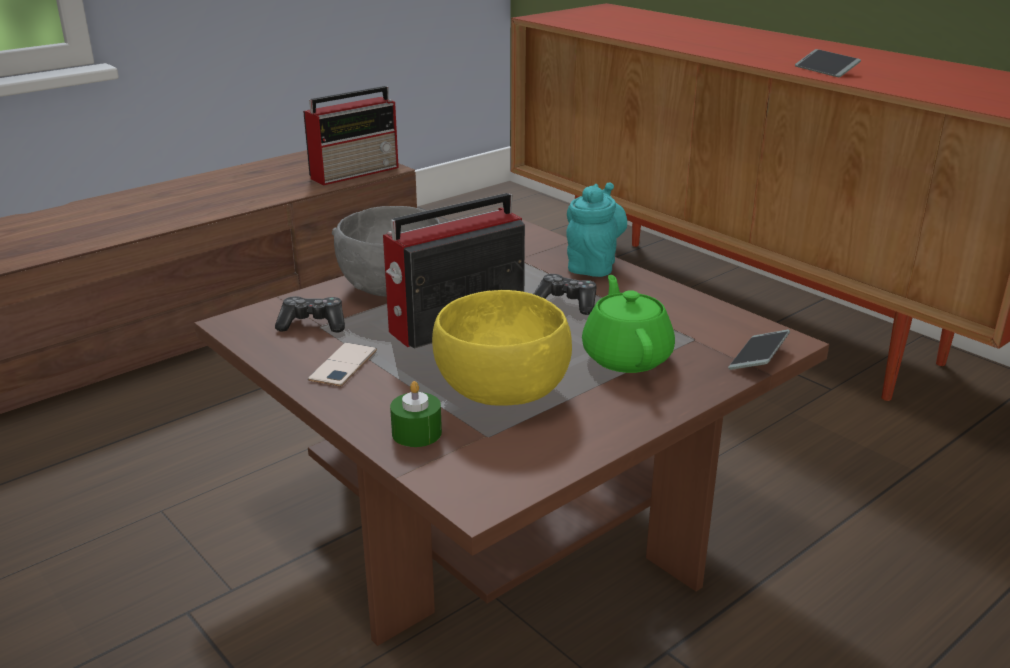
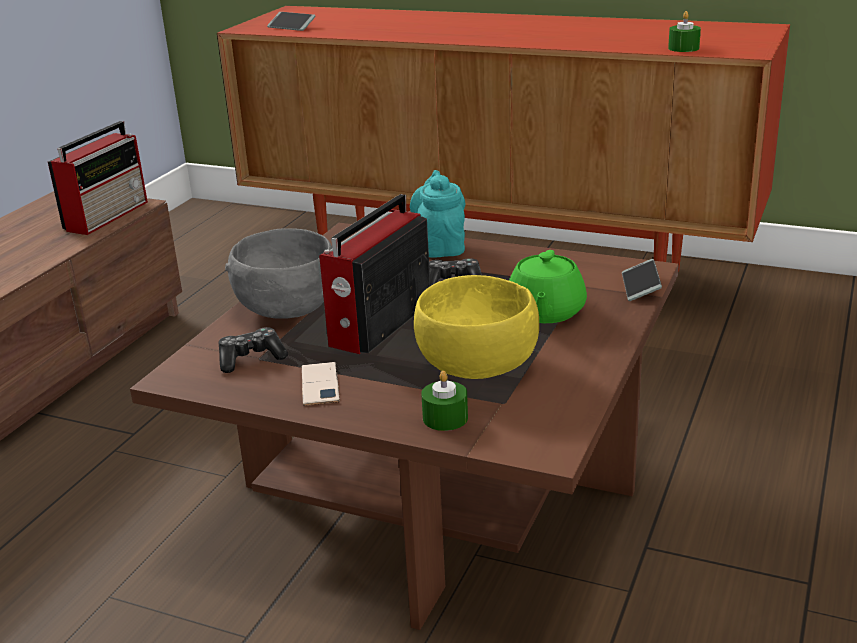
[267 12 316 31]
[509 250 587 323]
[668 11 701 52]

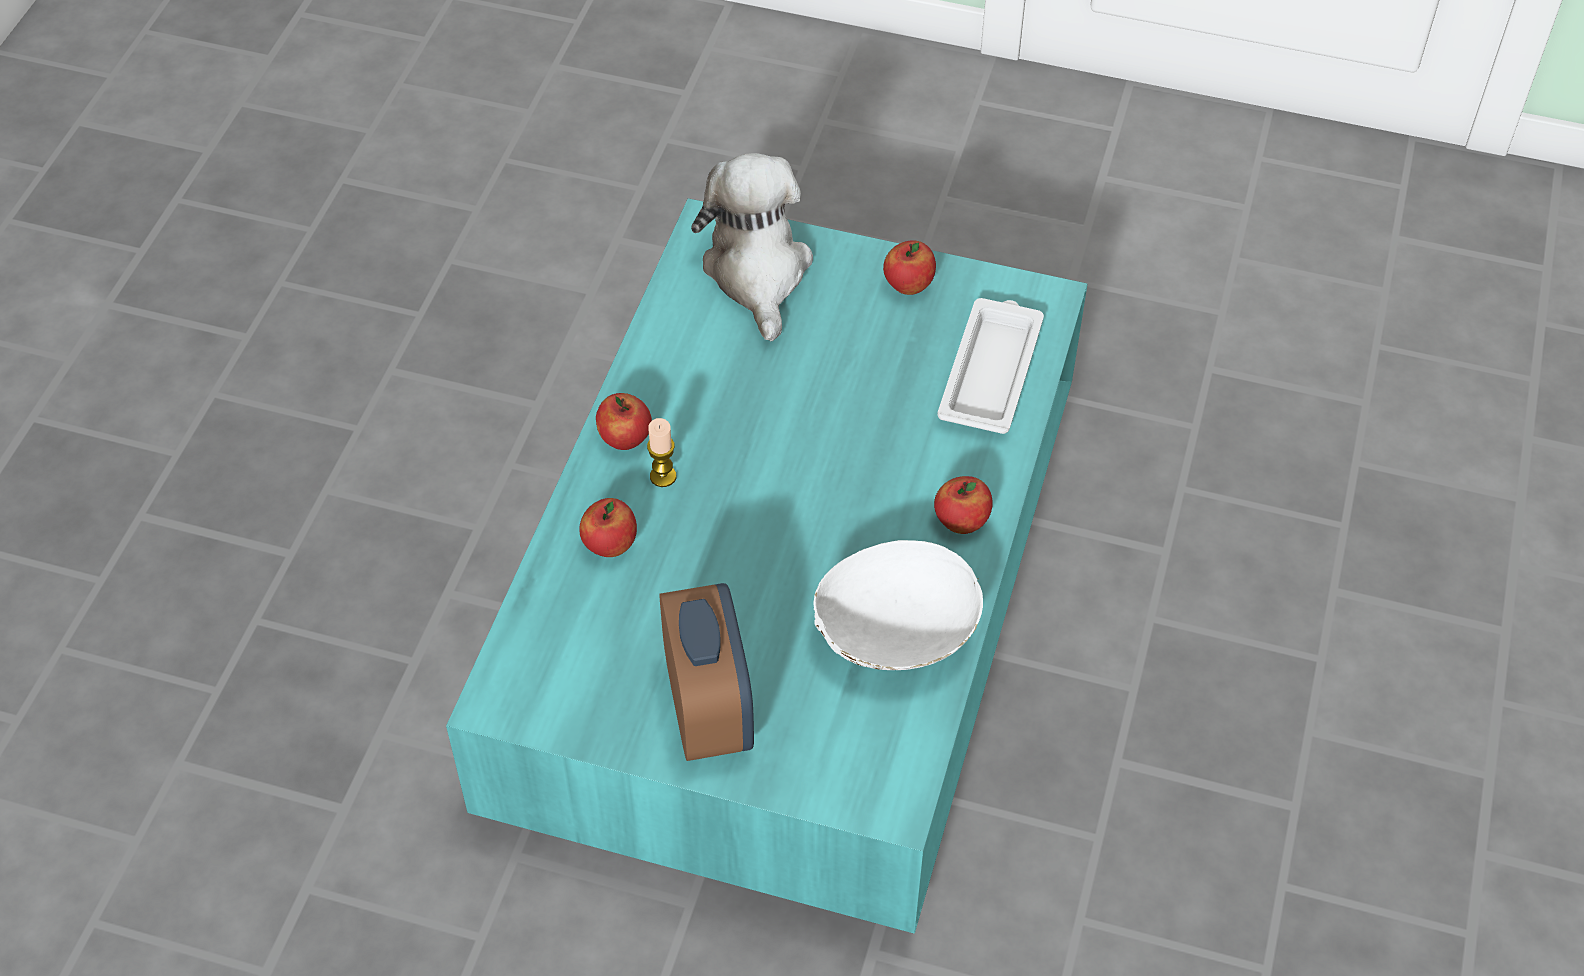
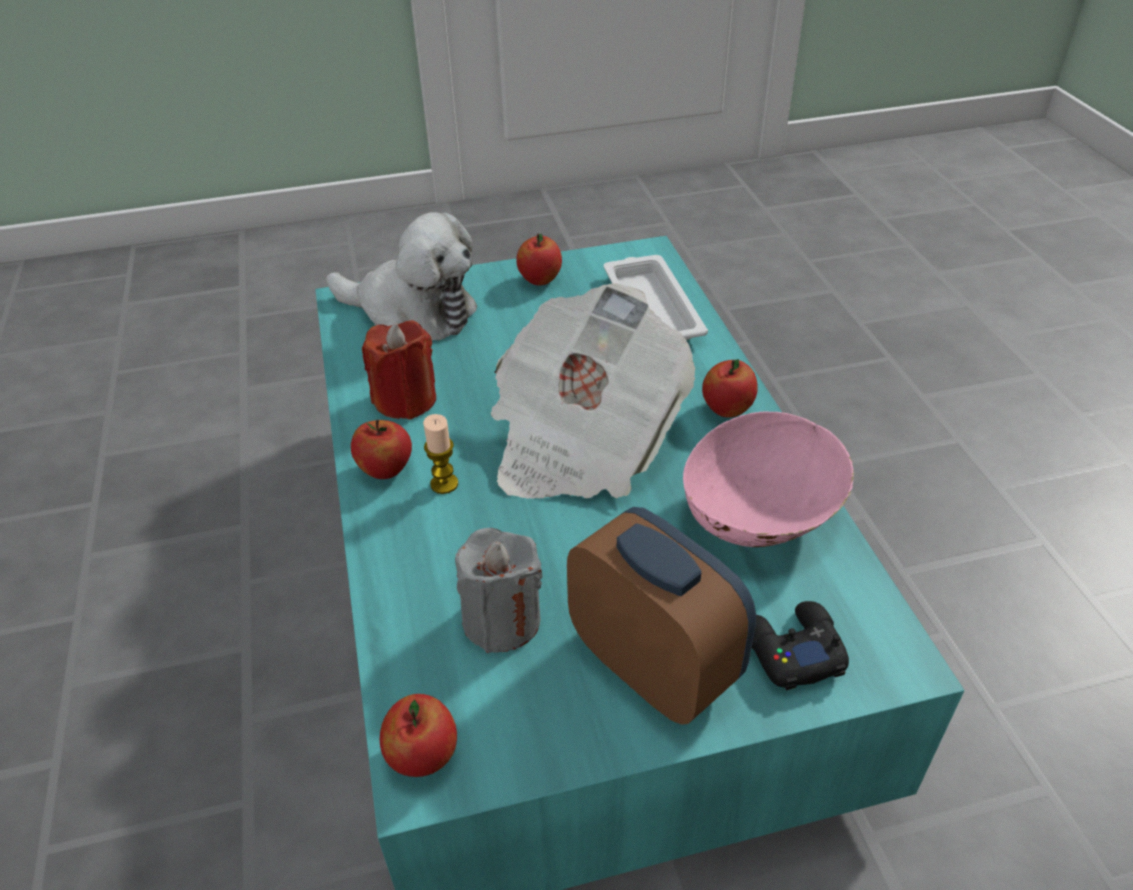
[326 212 477 341]
[362 320 436 420]
[380 694 457 777]
[455 528 542 653]
[491 283 695 499]
[683 411 854 547]
[752 601 849 690]

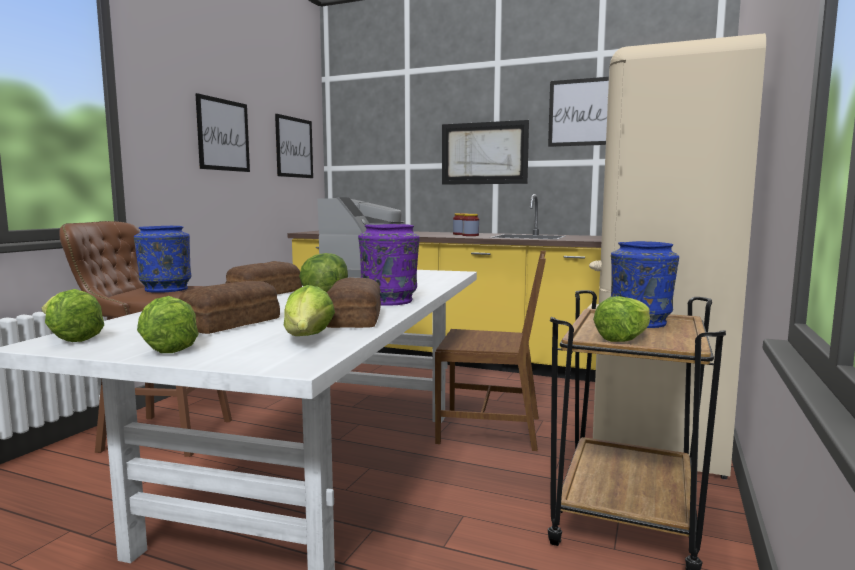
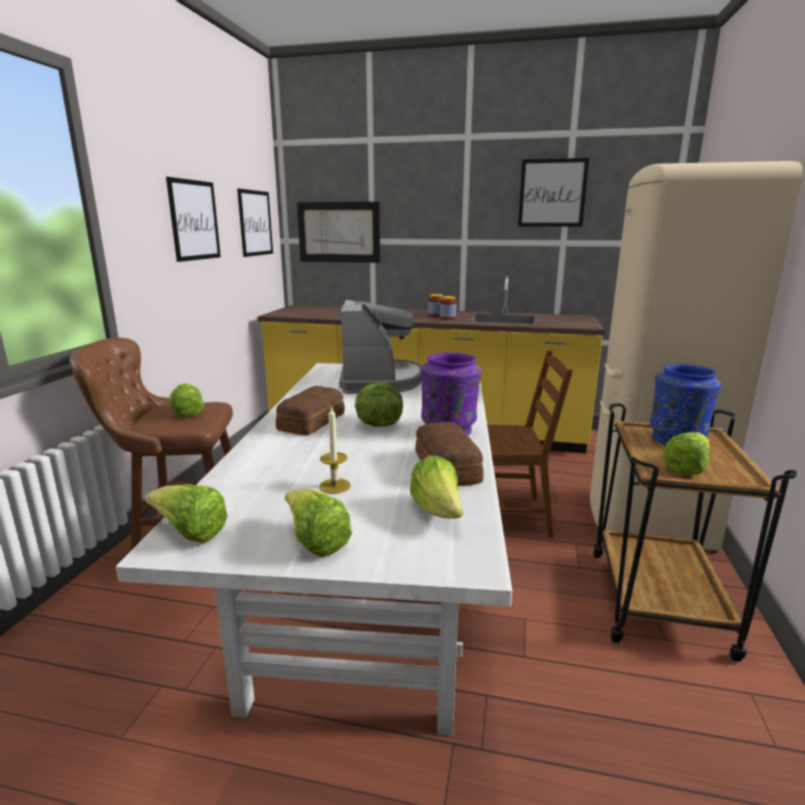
[169 383 204 418]
[297 202 380 263]
[319 406 351 494]

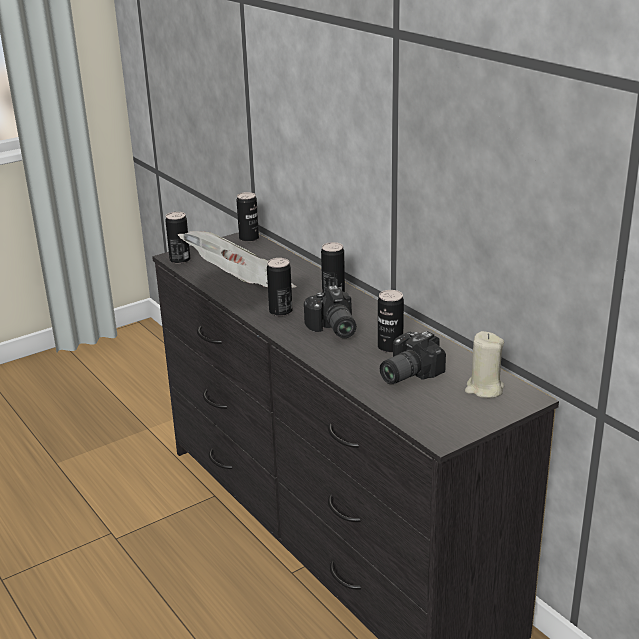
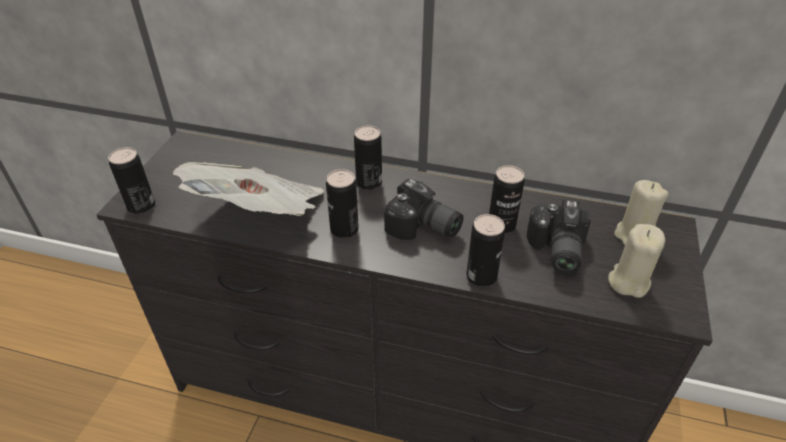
[466 214 505 287]
[608 224 665 298]

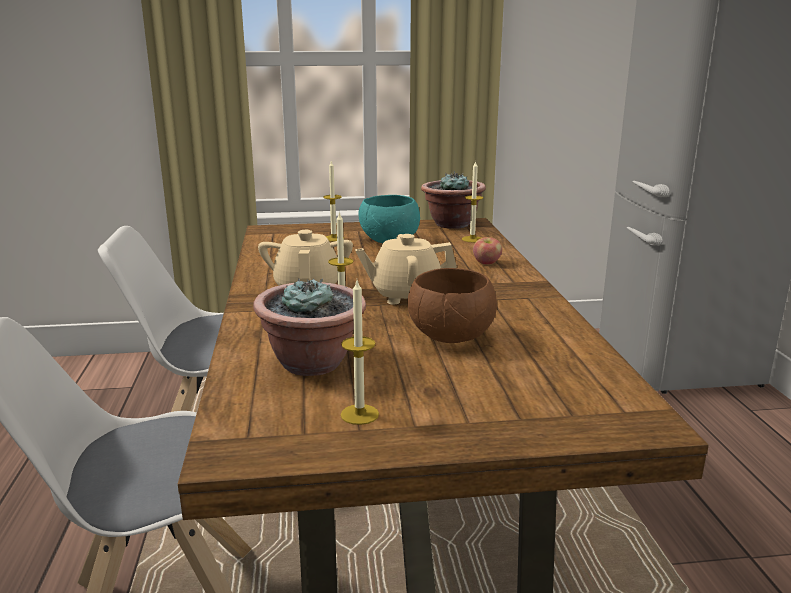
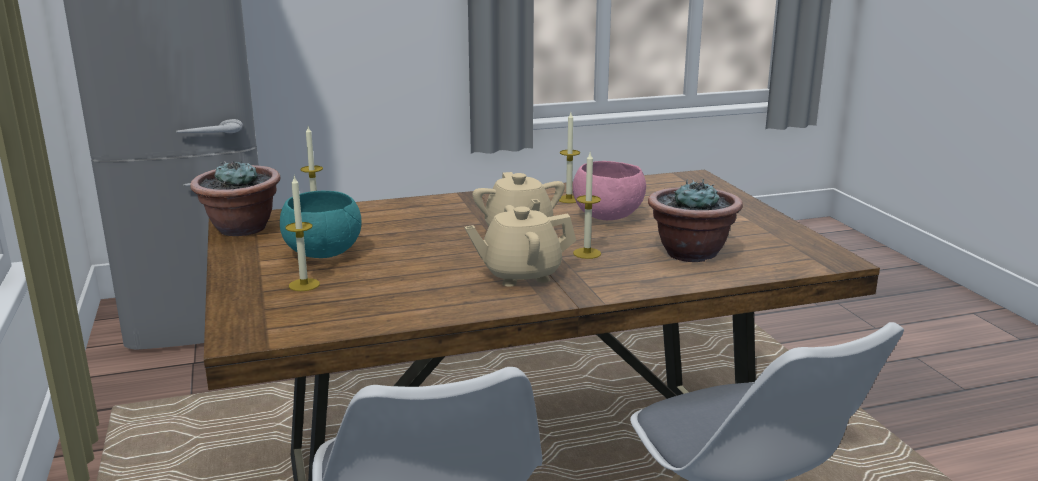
[559 112 580 203]
[573 161 646 220]
[473 237 502 265] (first image)

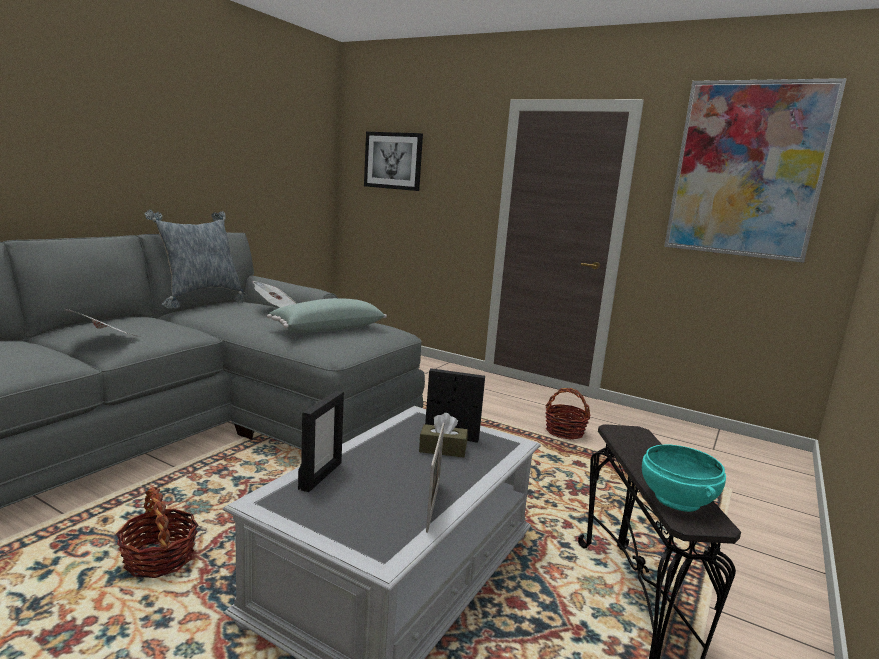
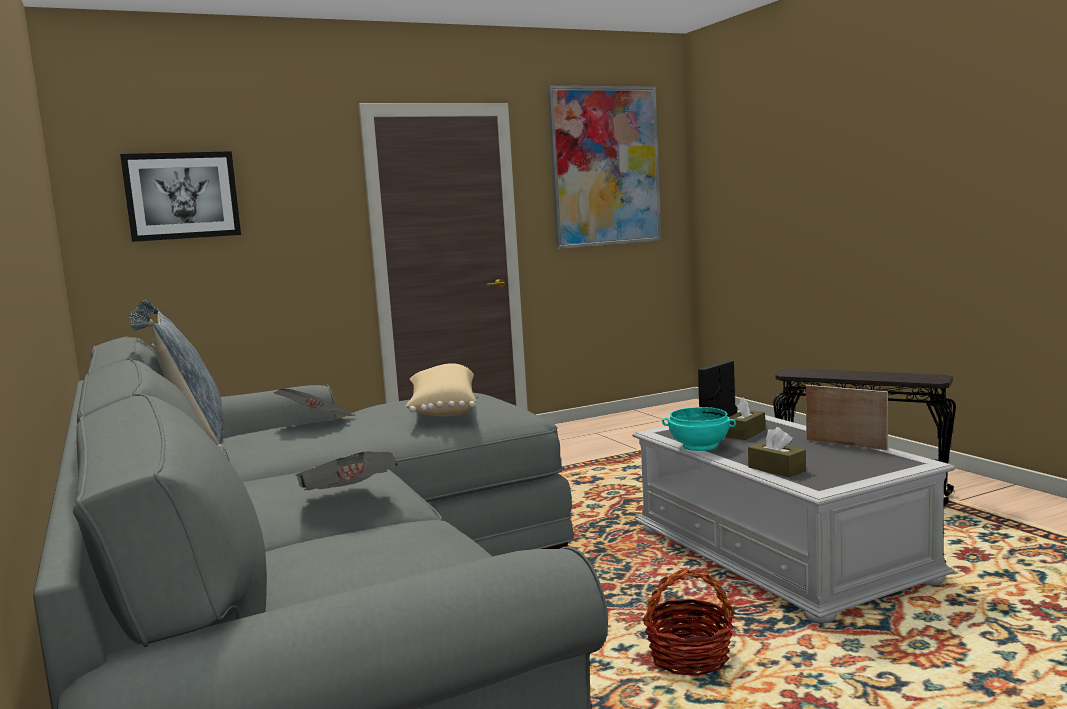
[405 363 476 416]
[662 407 736 451]
[748 427 806 477]
[545 388 590 439] (first image)

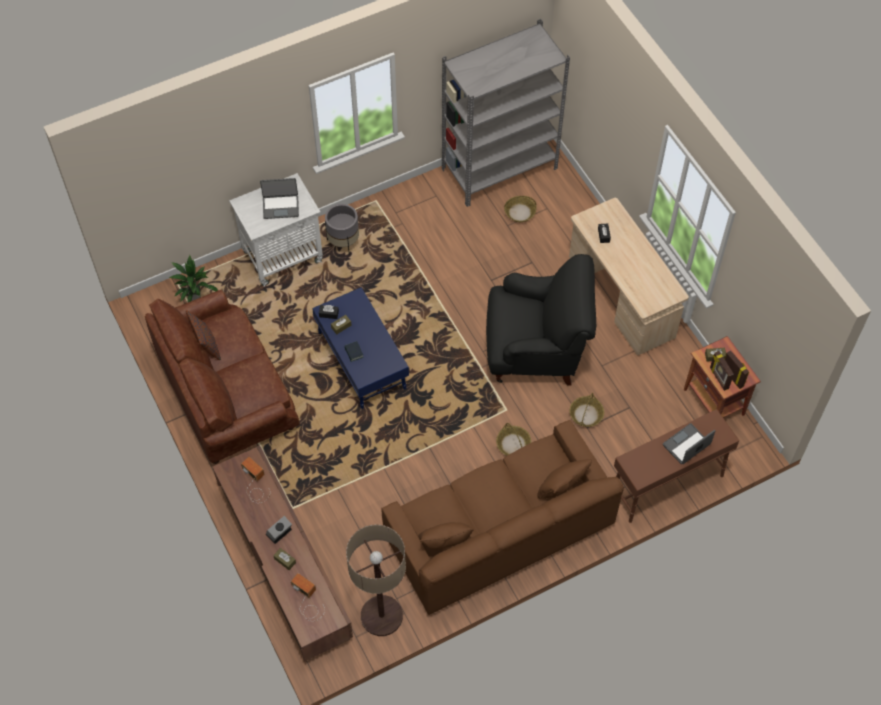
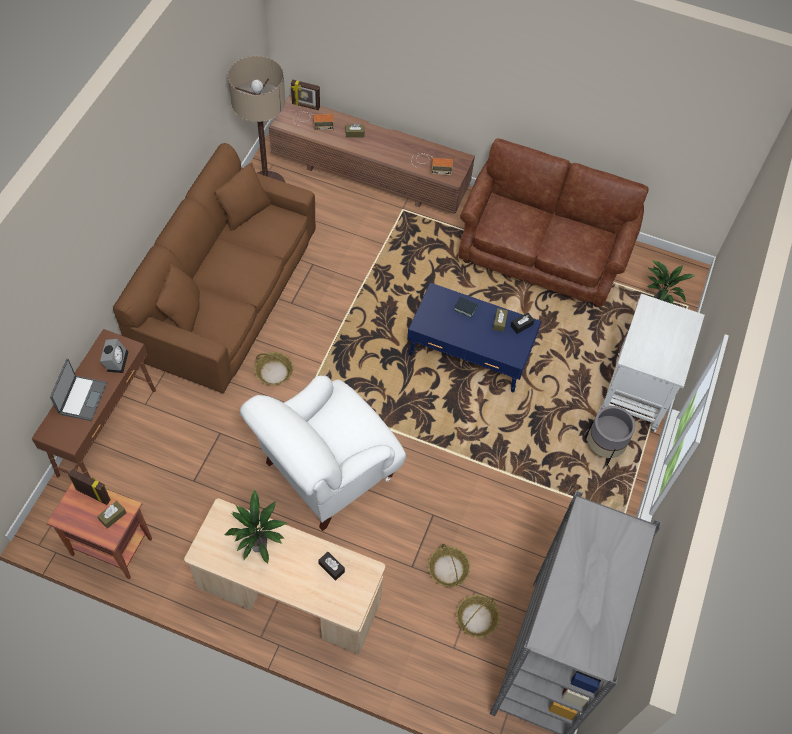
[100 339 128 373]
[225 489 288 564]
[240 376 406 531]
[291 80 320 110]
[428 544 471 587]
[186 310 221 360] (first image)
[260 178 299 219] (first image)

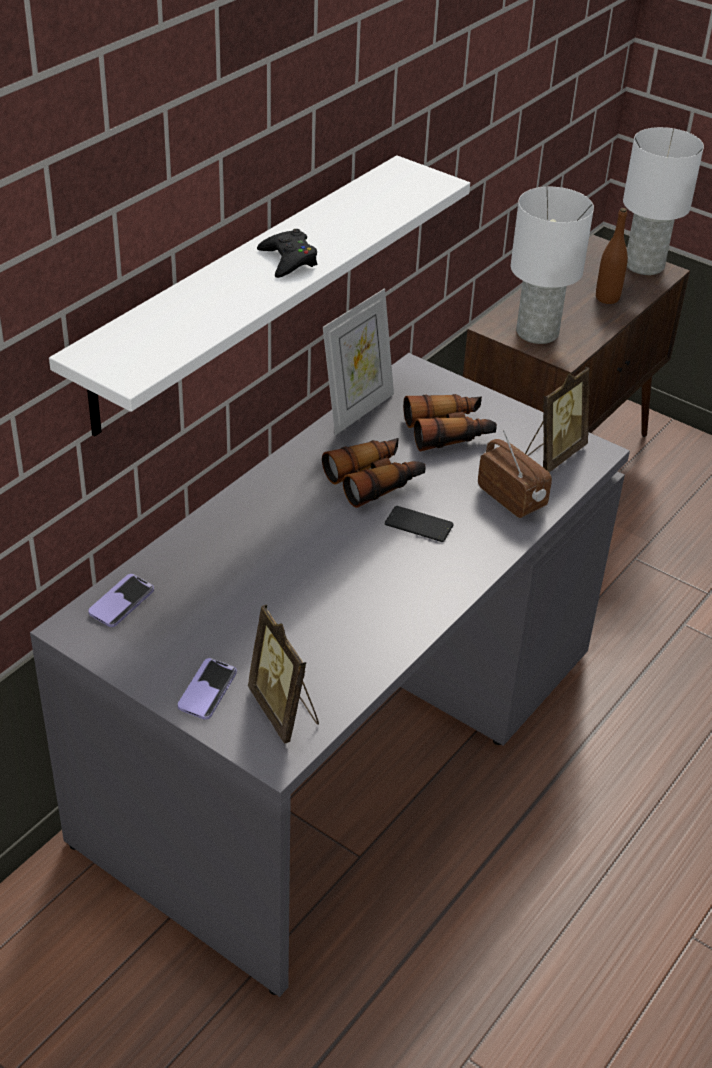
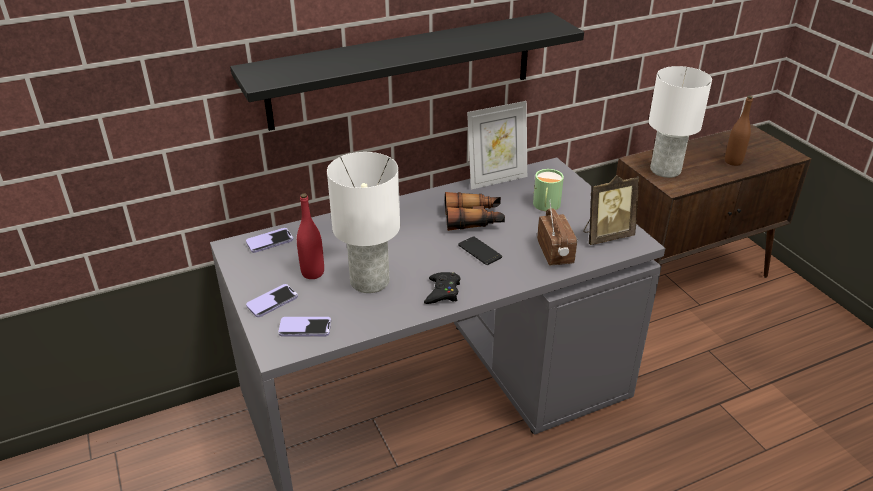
[230 12 584 131]
[278 317 331 336]
[297 193 324 279]
[327 152 400 293]
[424 272 460 304]
[533 169 564 211]

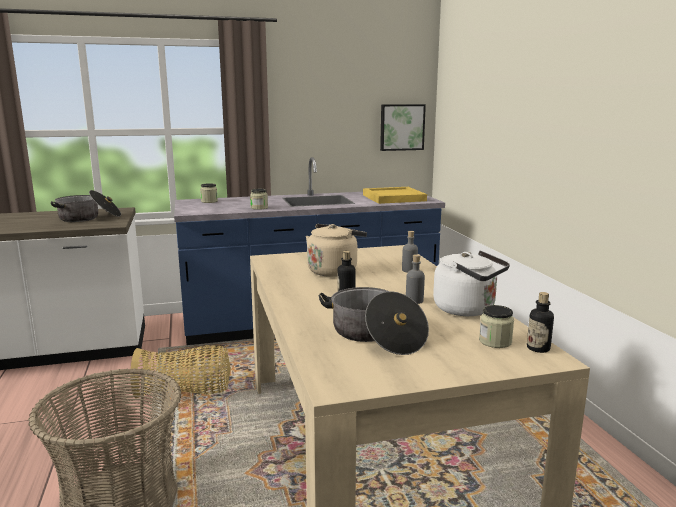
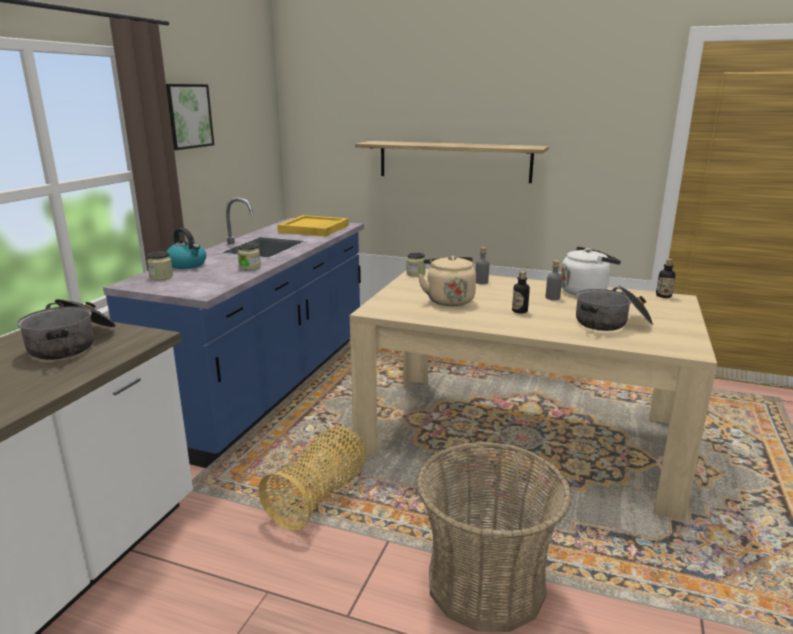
[166 84 214 150]
[166 228 206 269]
[355 141 549 183]
[407 252 426 277]

